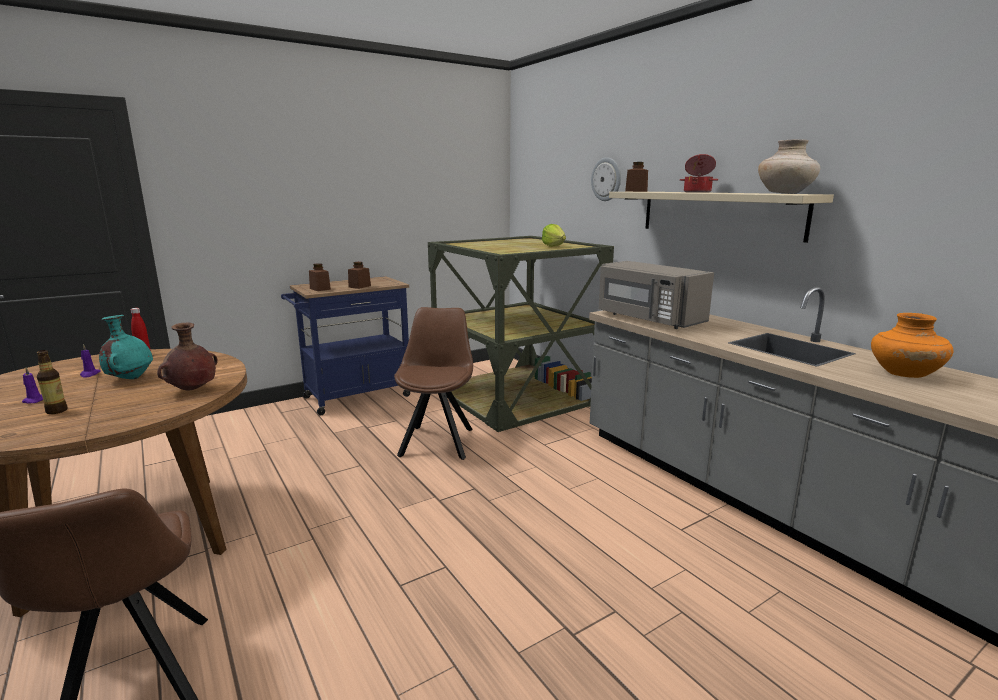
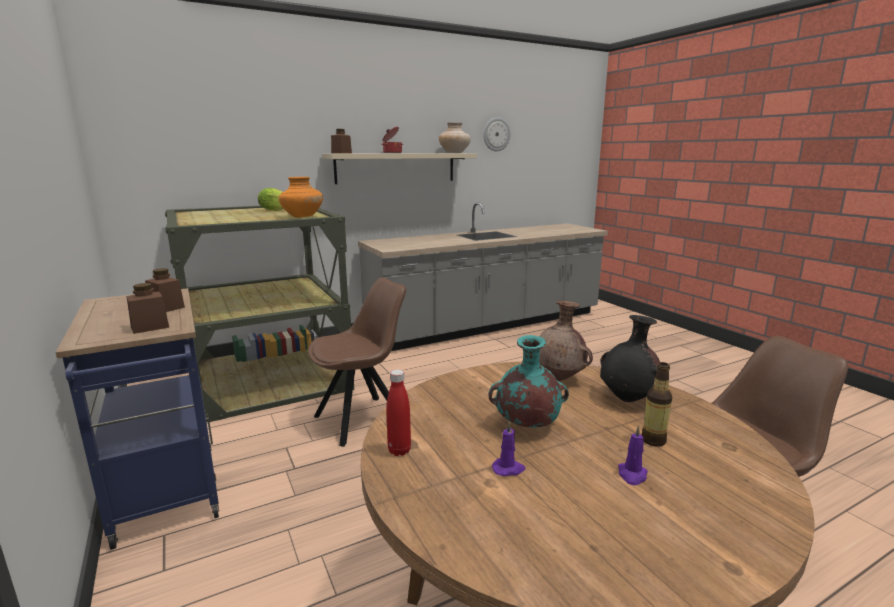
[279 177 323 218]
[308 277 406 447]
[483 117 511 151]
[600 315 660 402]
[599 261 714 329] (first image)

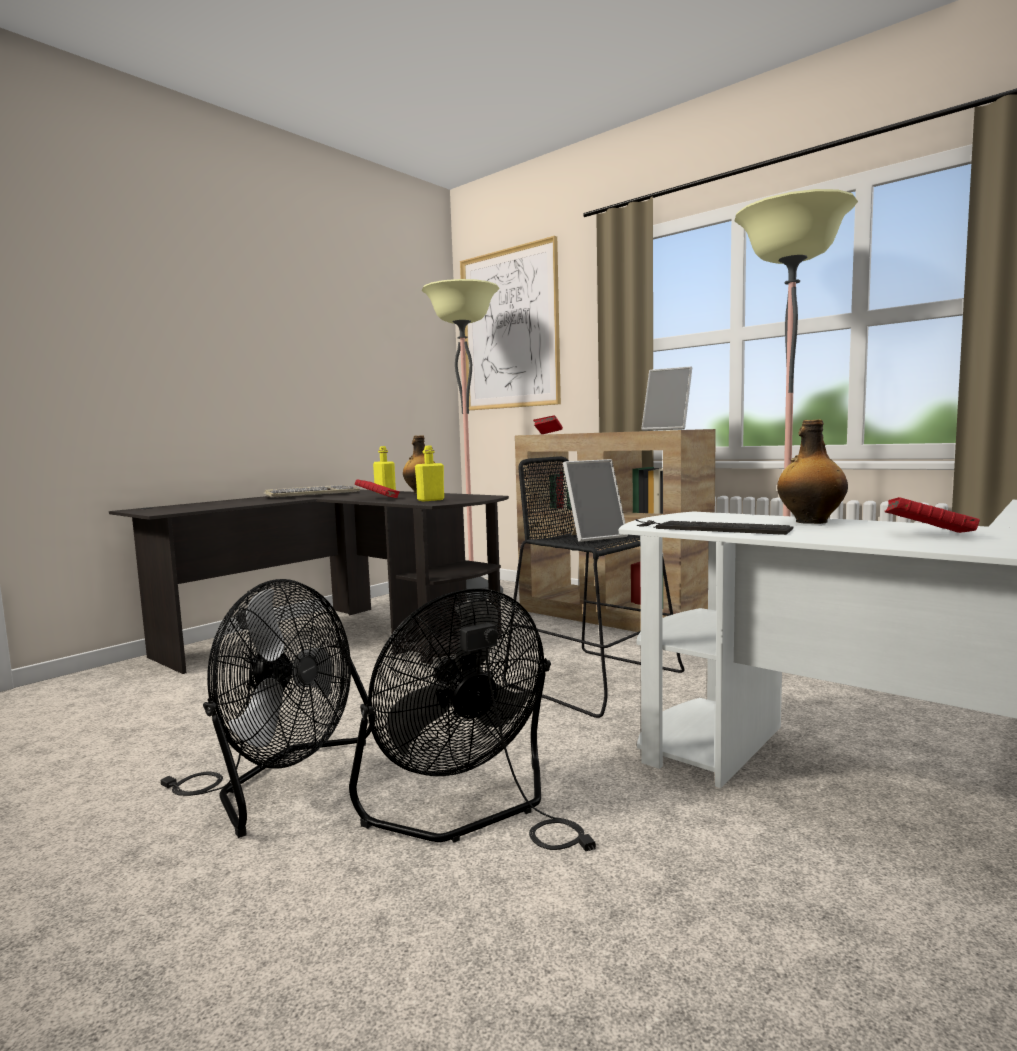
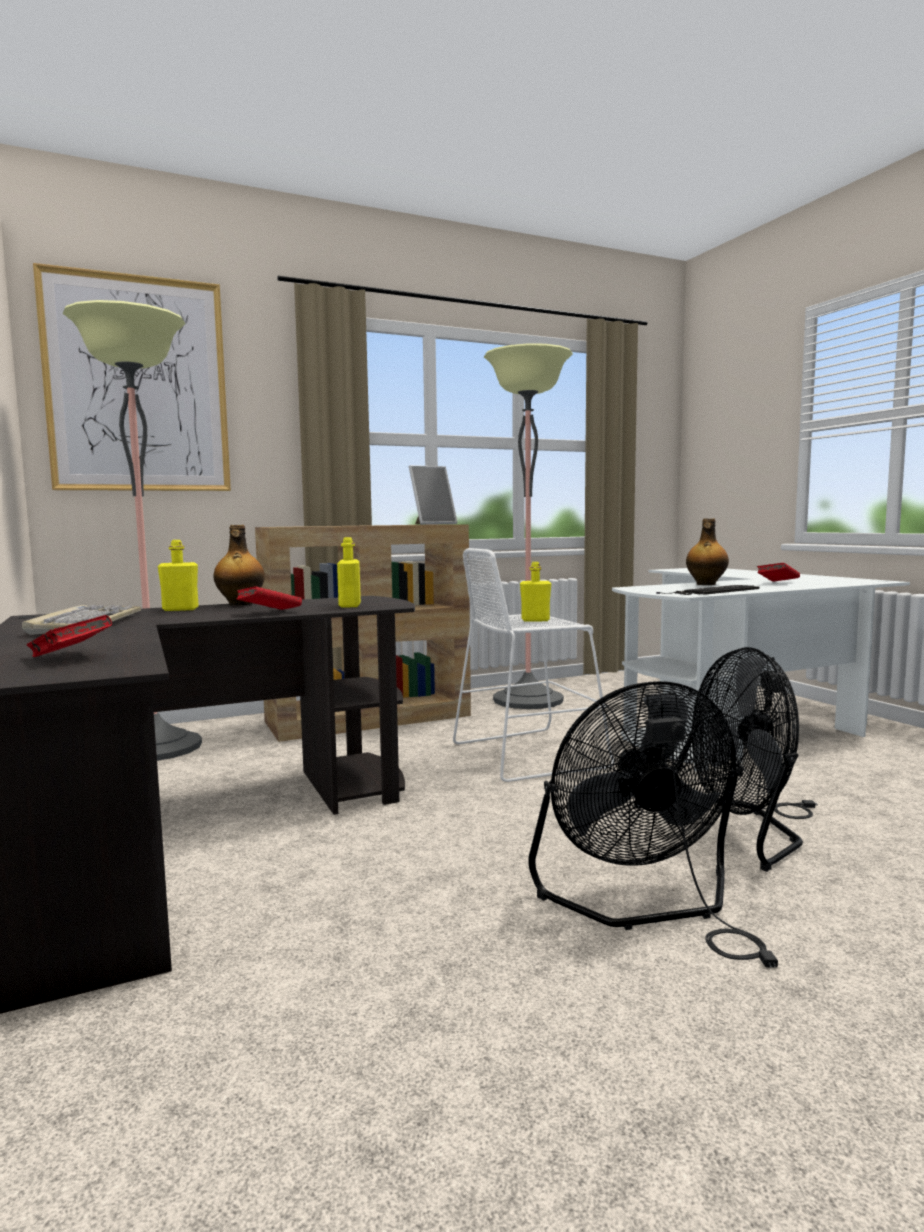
[27 615 112 657]
[453 548 614 782]
[520 562 551 622]
[528 681 778 968]

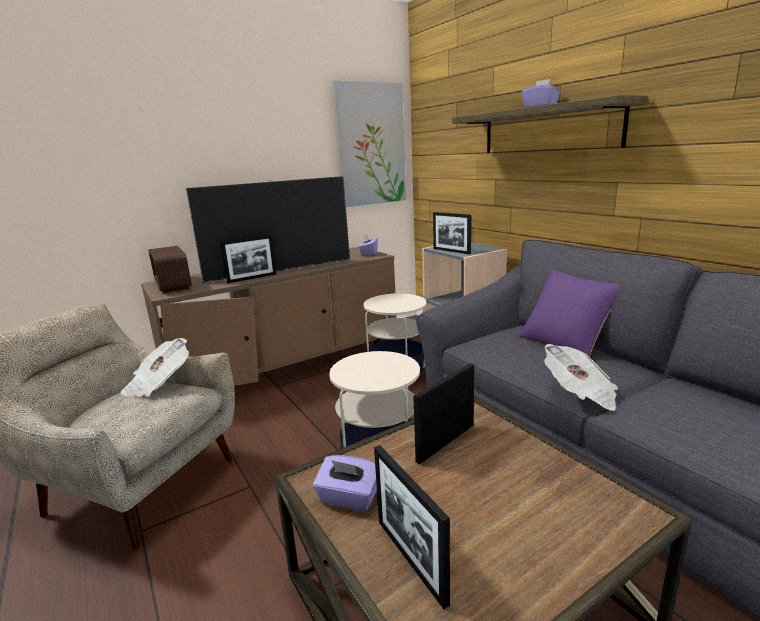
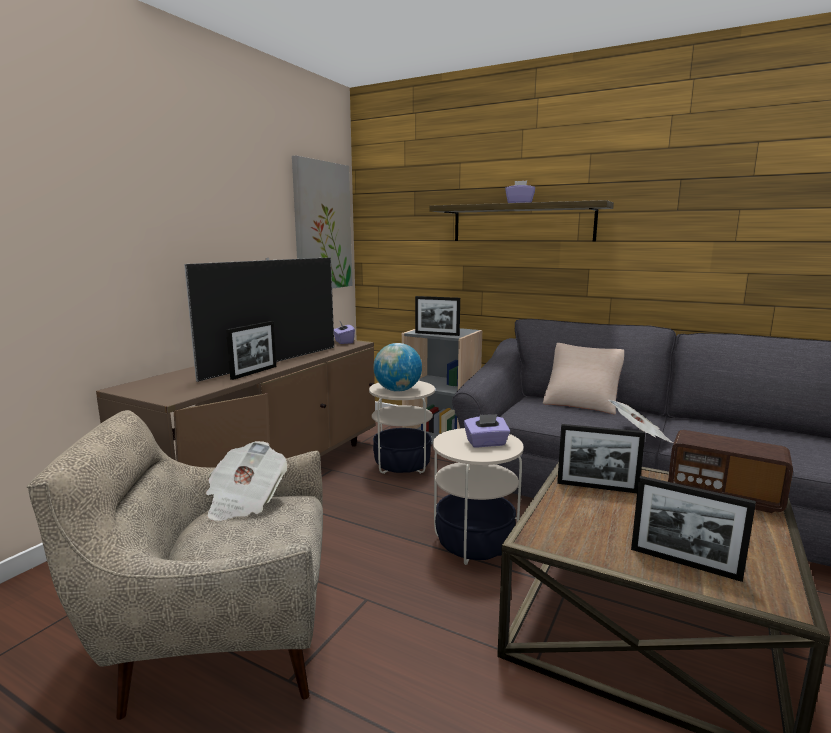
[373 343 422 392]
[464 414 510 447]
[543 343 624 414]
[557 424 645 493]
[668 430 793 513]

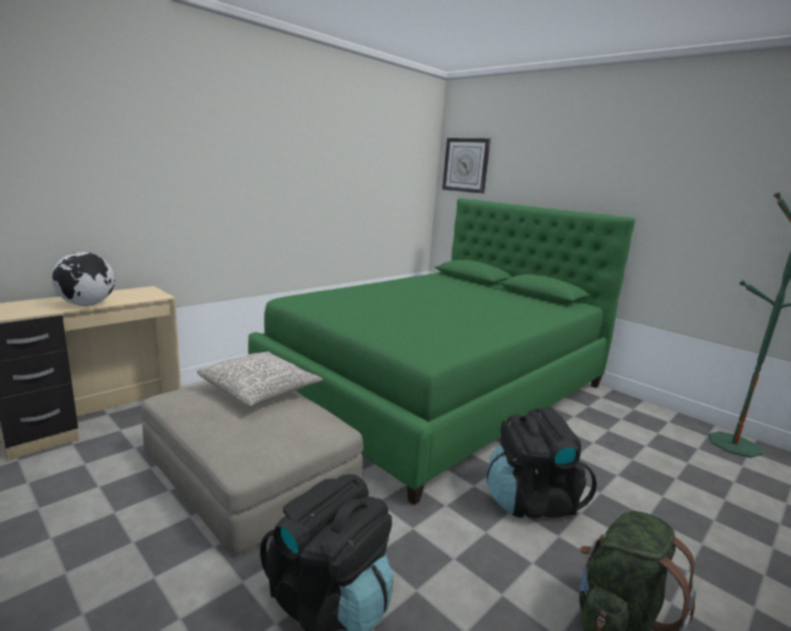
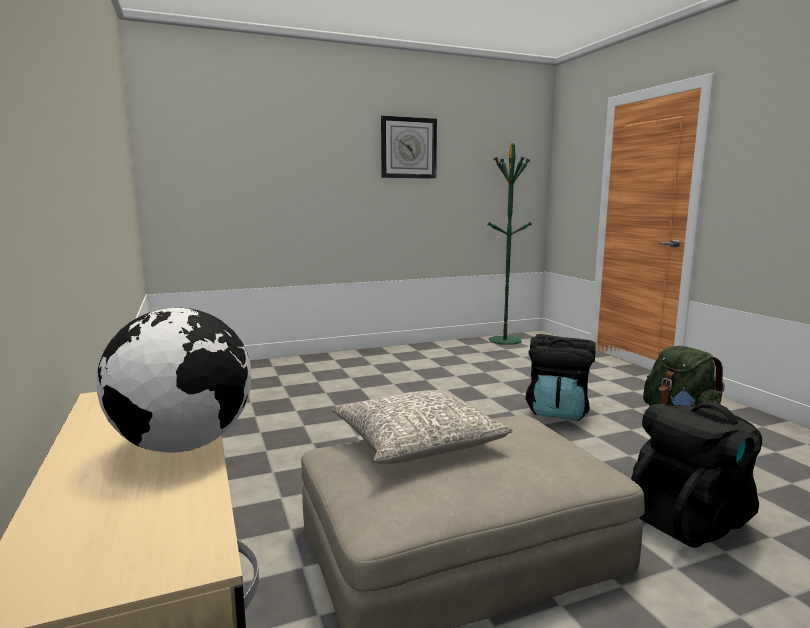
[381 116 437 179]
[248 198 635 505] (first image)

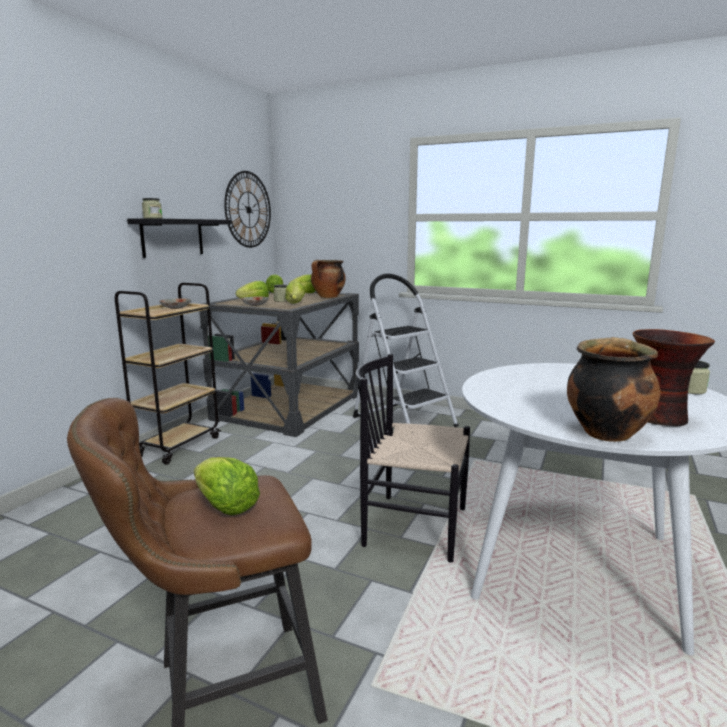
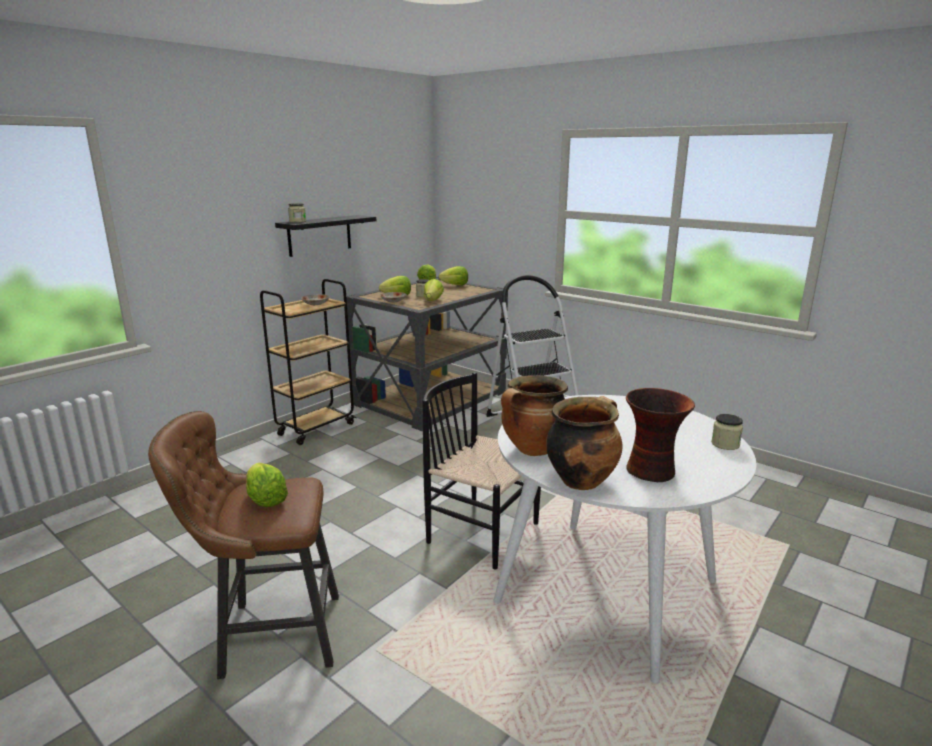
[501 375 568 456]
[224 171 271 248] (first image)

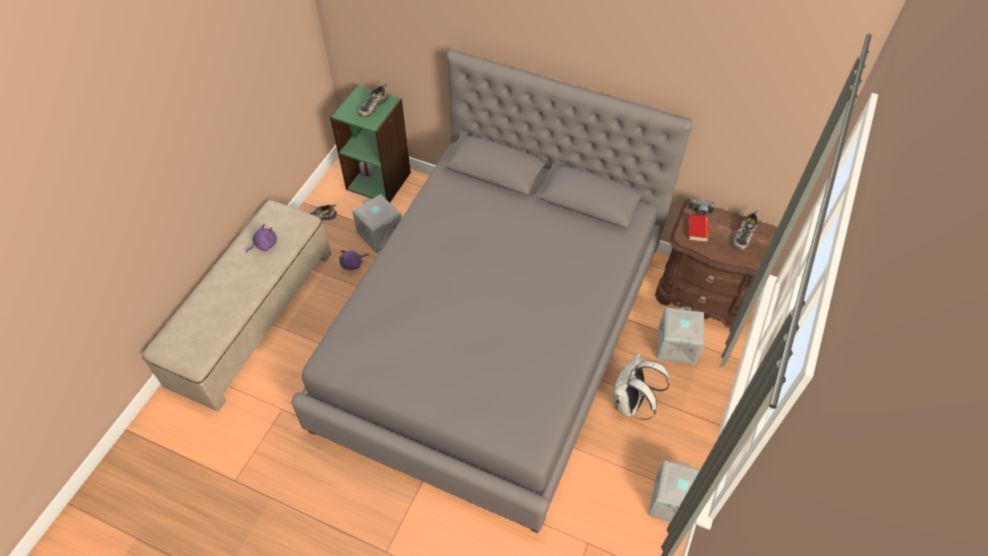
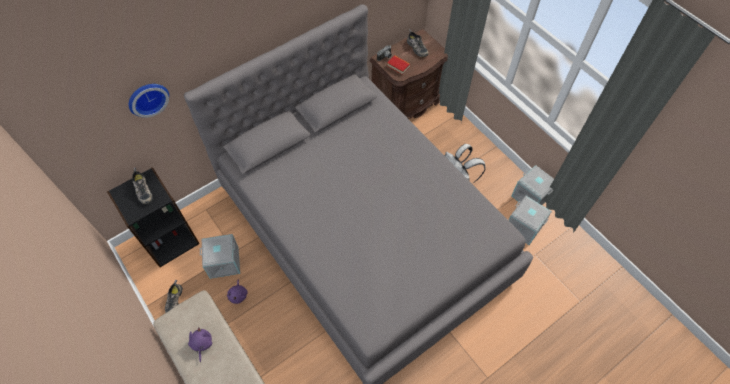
[107 167 200 267]
[129 84 169 118]
[509 196 552 245]

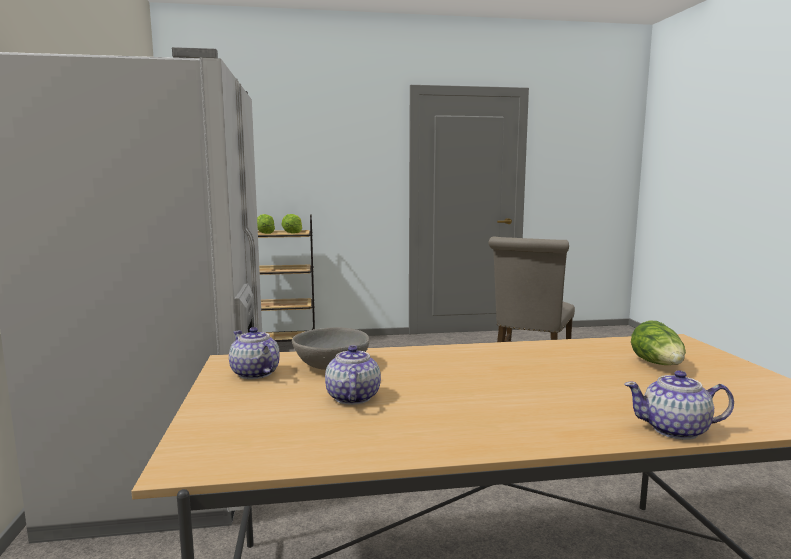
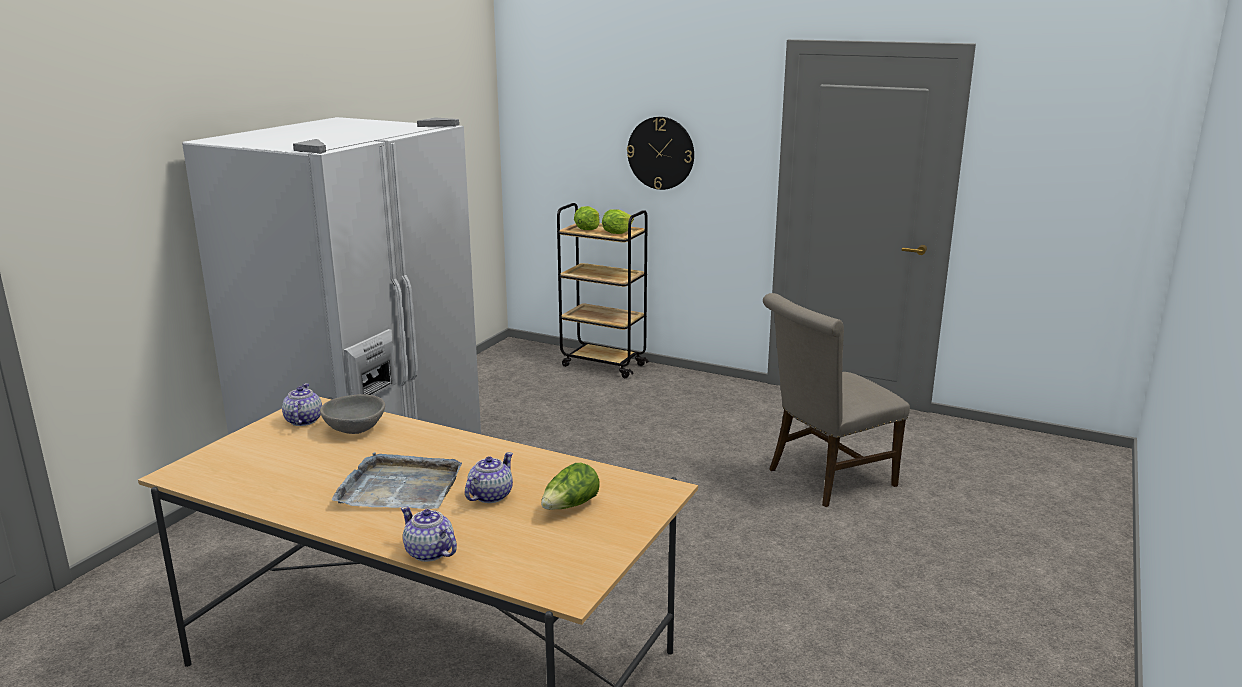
[332 452 462 509]
[465 452 513 503]
[627 117 694 190]

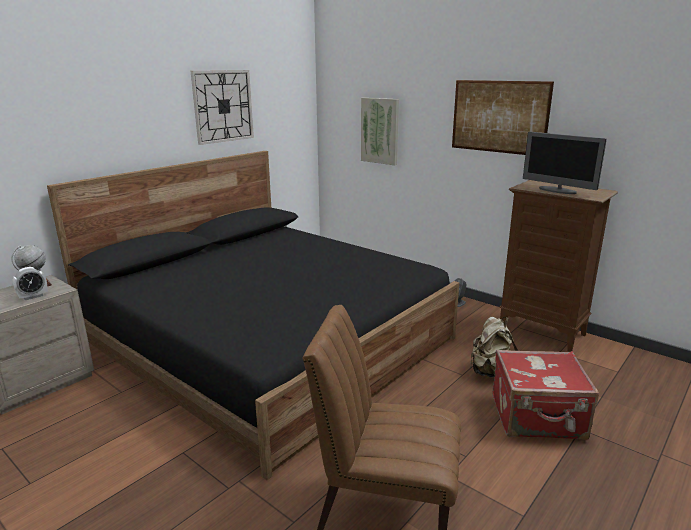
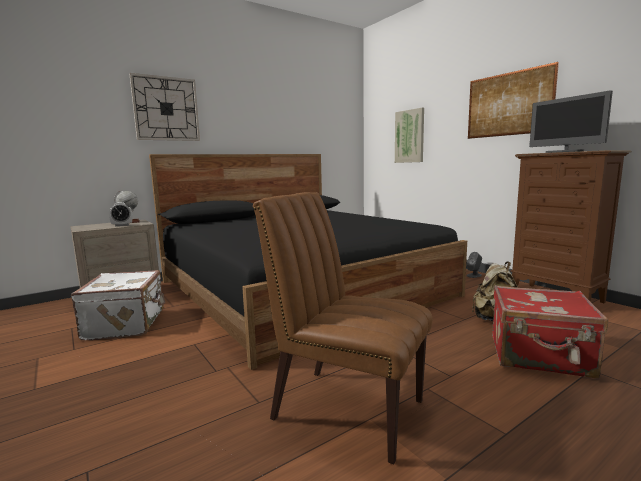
[71 270 165 340]
[129 73 200 141]

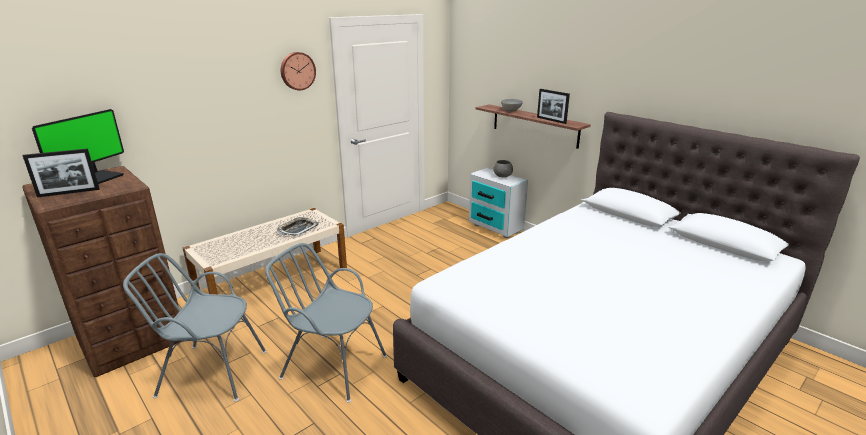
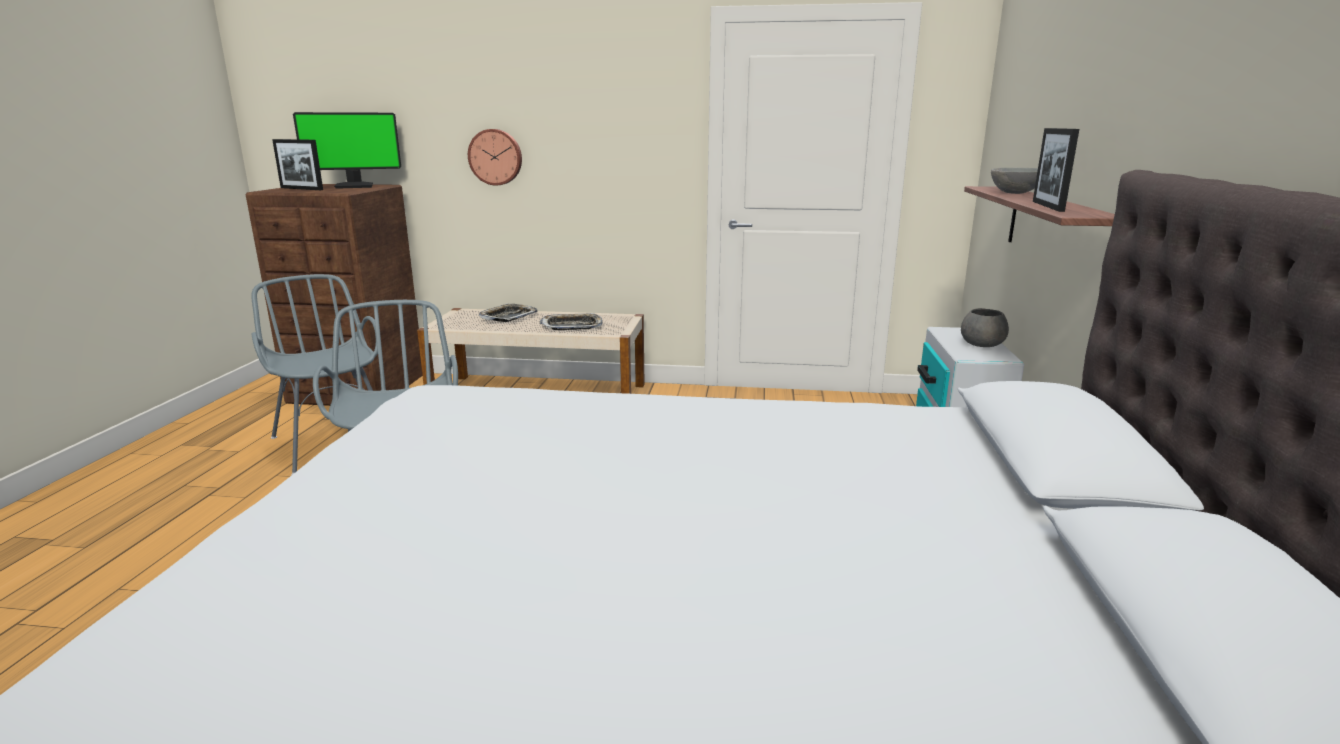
[468 129 522 186]
[479 303 538 322]

